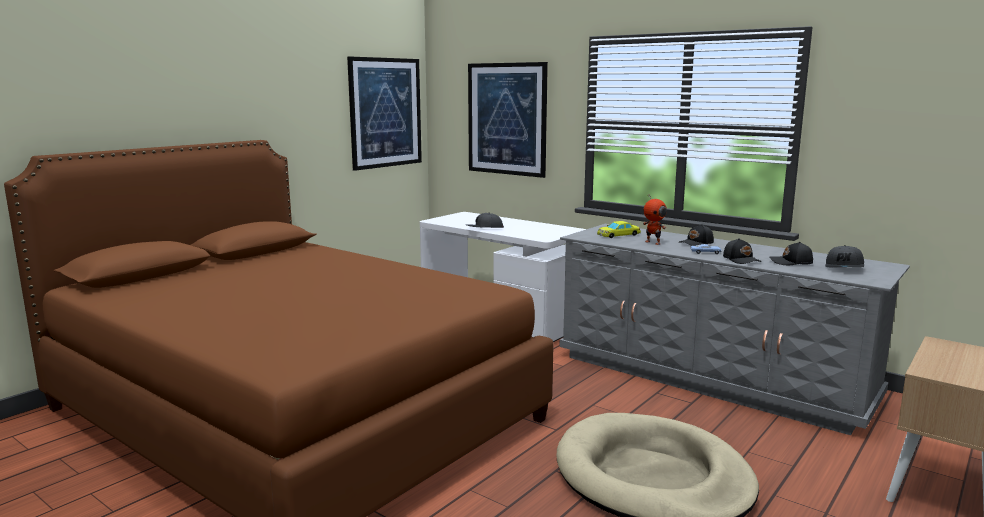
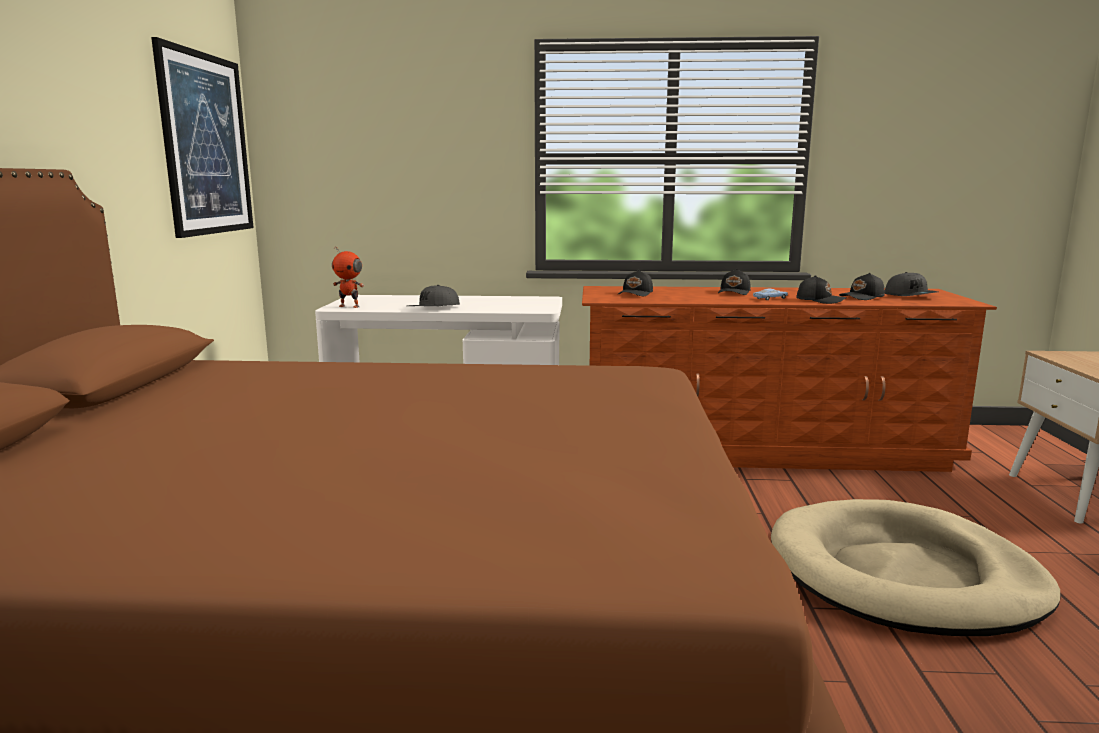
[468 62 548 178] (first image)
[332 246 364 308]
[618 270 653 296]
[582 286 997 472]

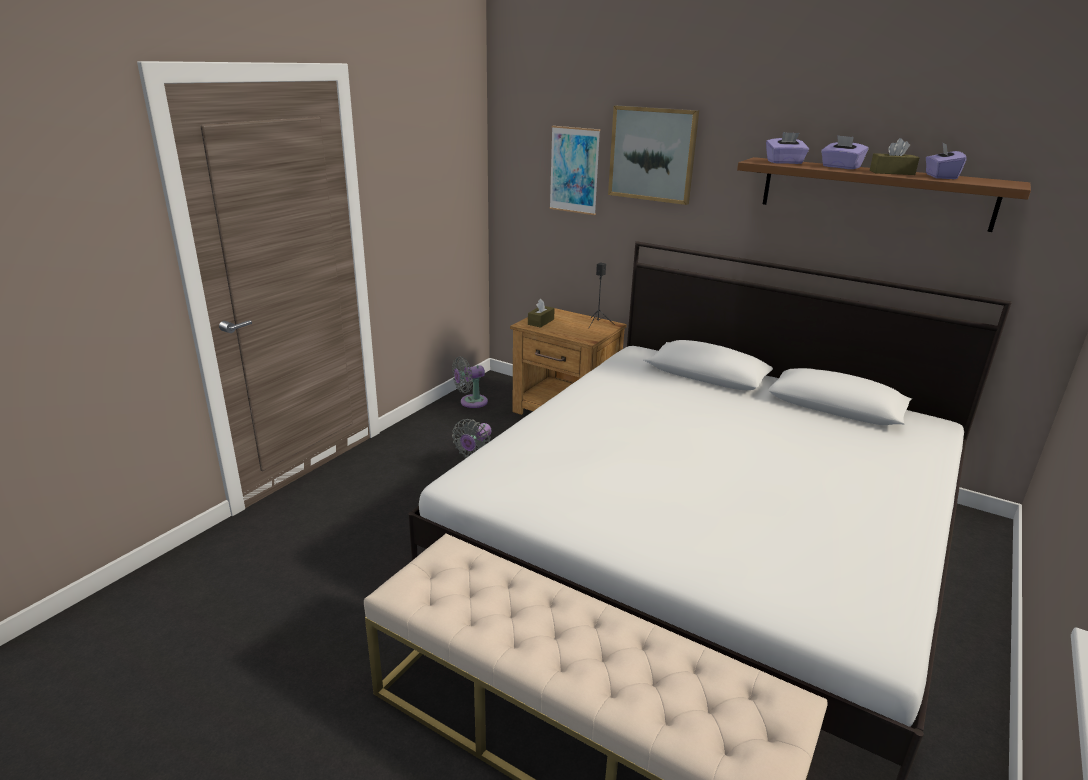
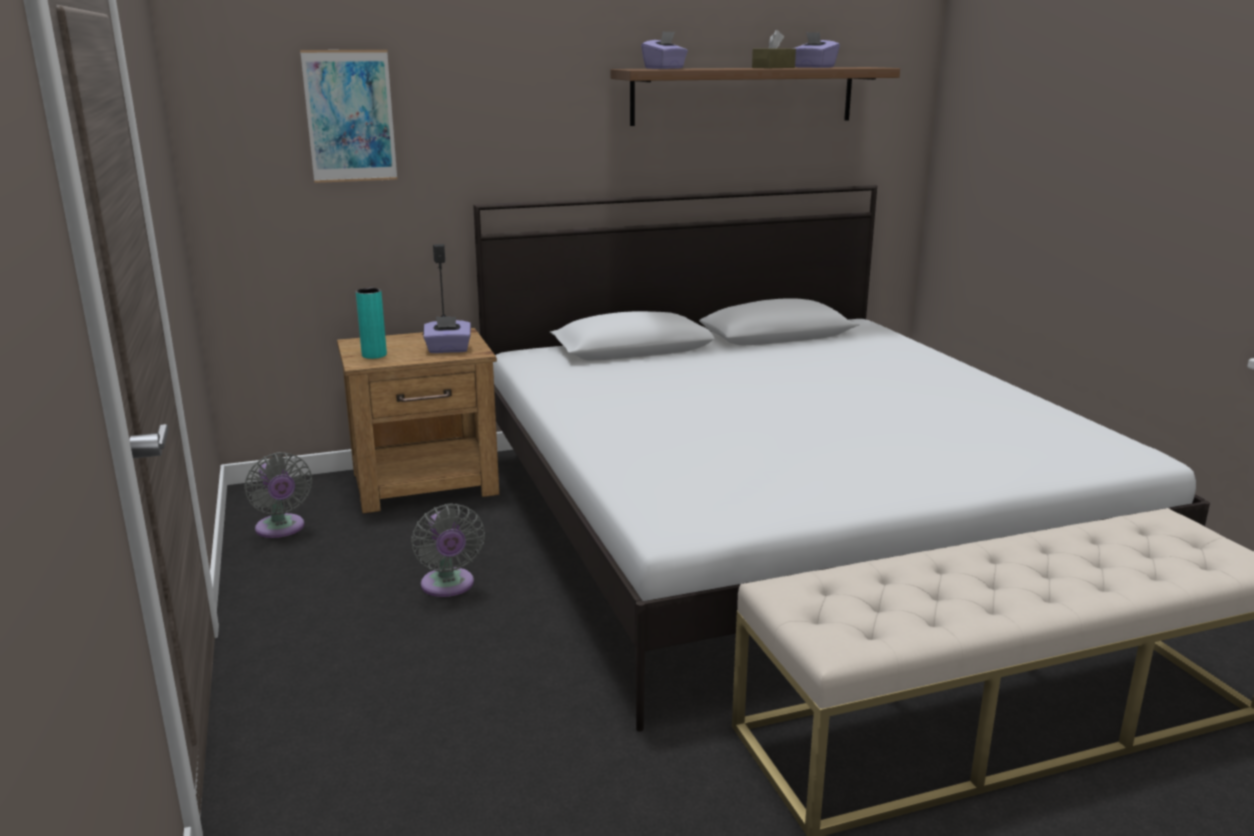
[608 105 699 205] (first image)
[424 316 471 353]
[356 288 387 359]
[244 452 313 538]

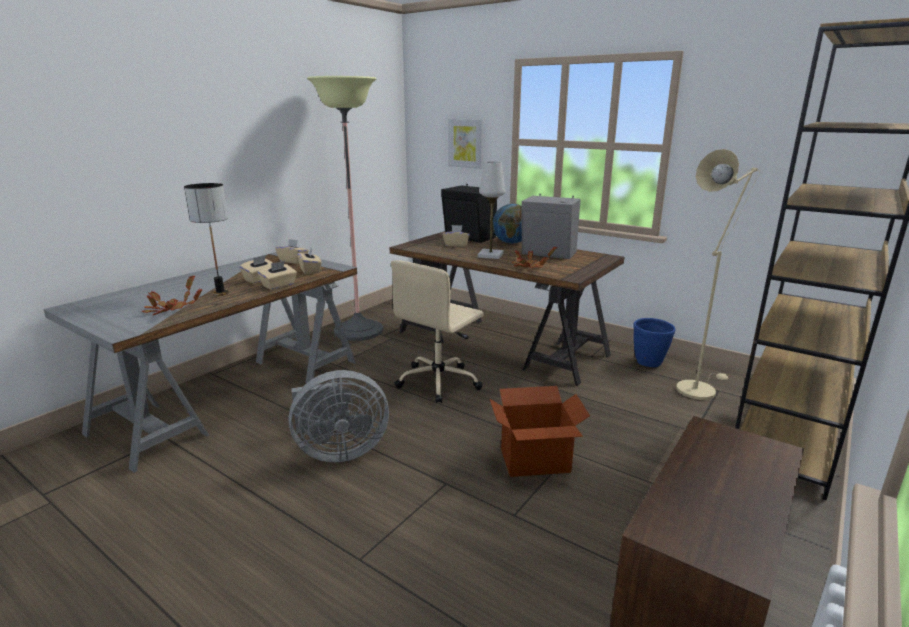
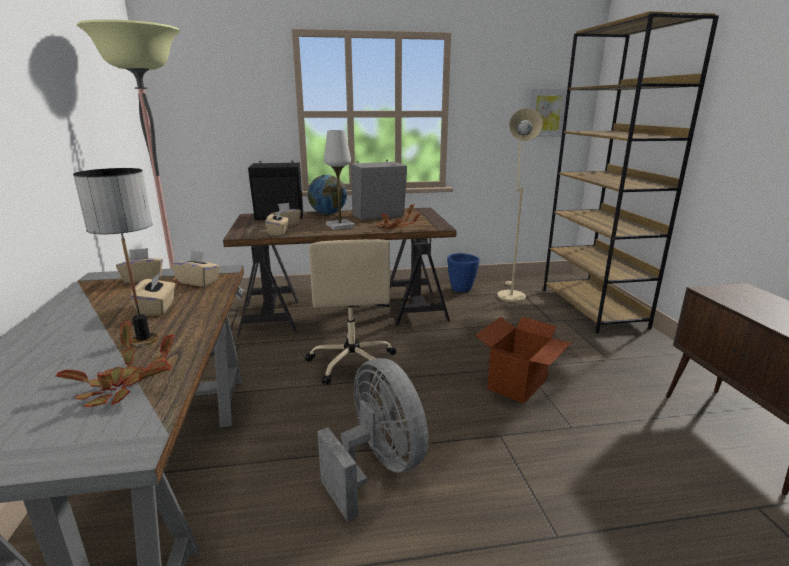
[265 210 289 235]
[529 89 567 137]
[317 358 428 522]

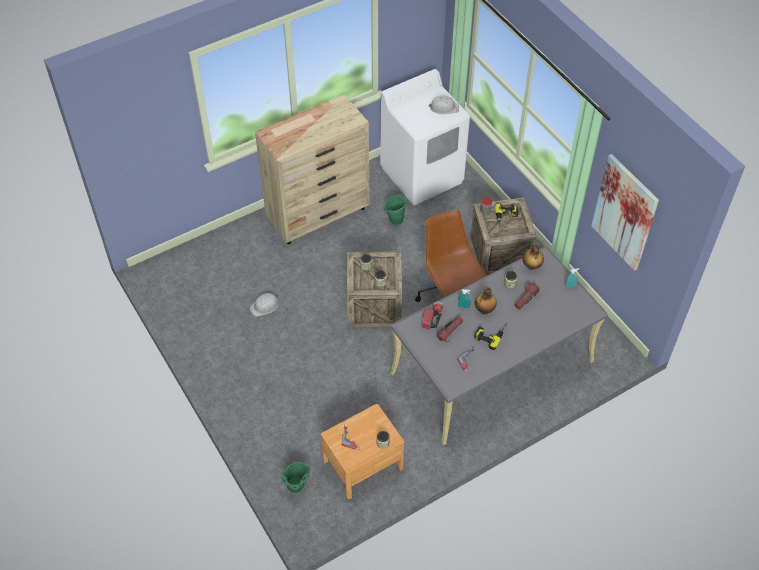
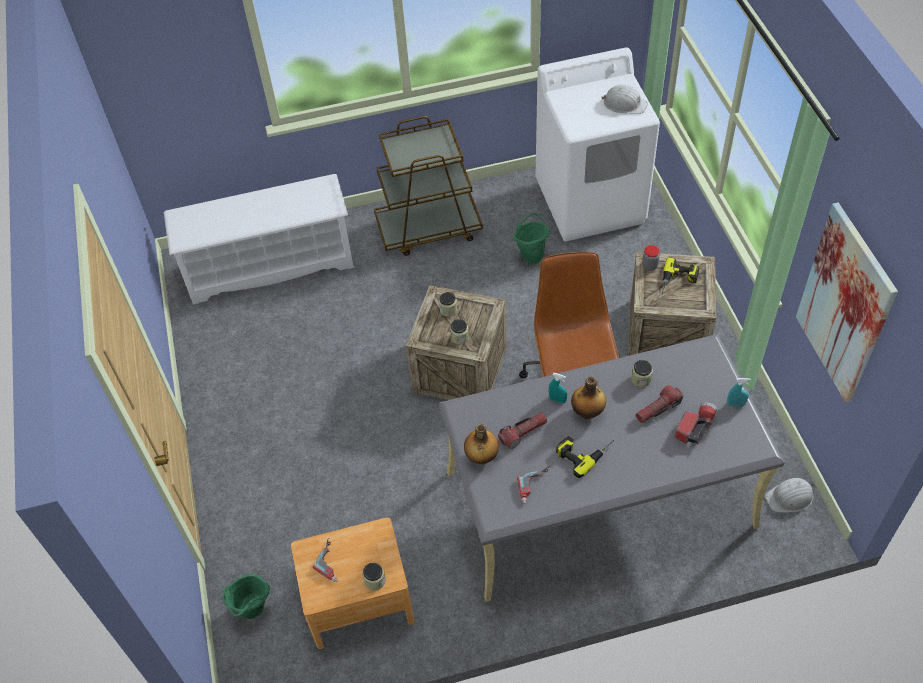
[164 174 354 304]
[765 478 814 513]
[674 402 717 444]
[464 424 499 464]
[374 116 483 256]

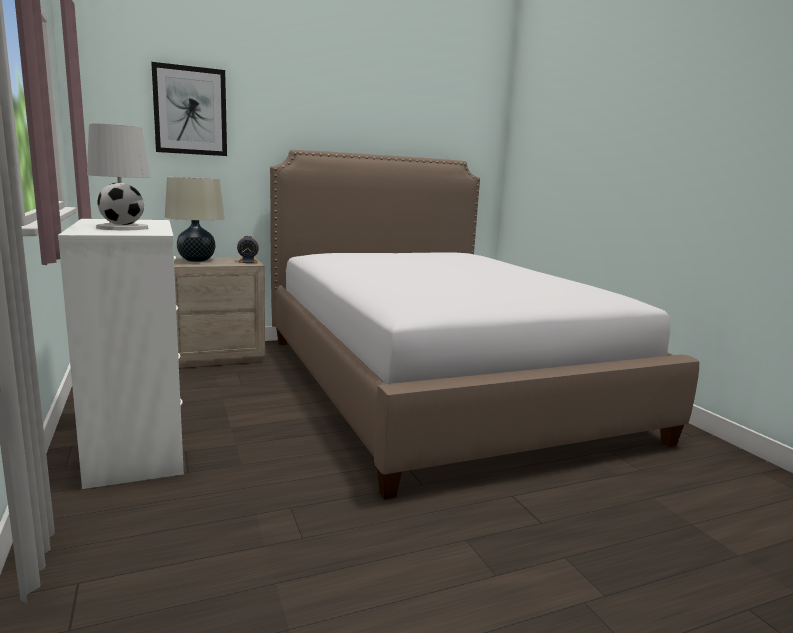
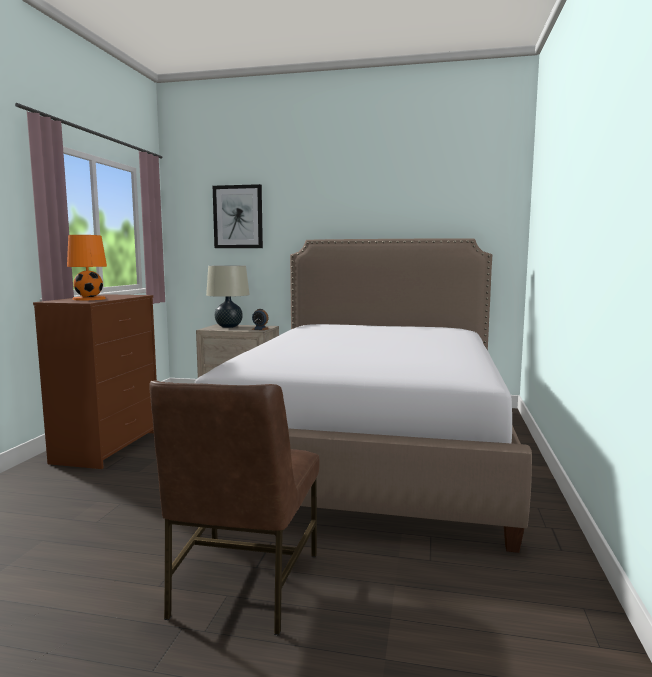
[149 380 320 636]
[33 294 157 469]
[67 235 107 300]

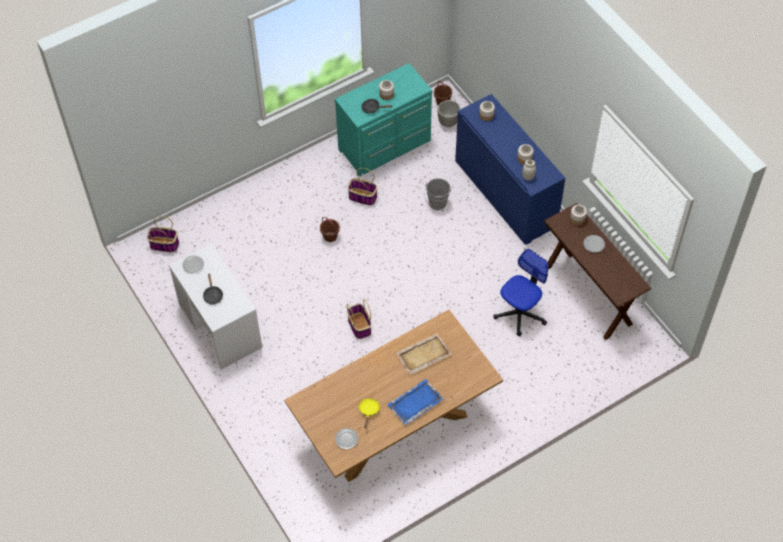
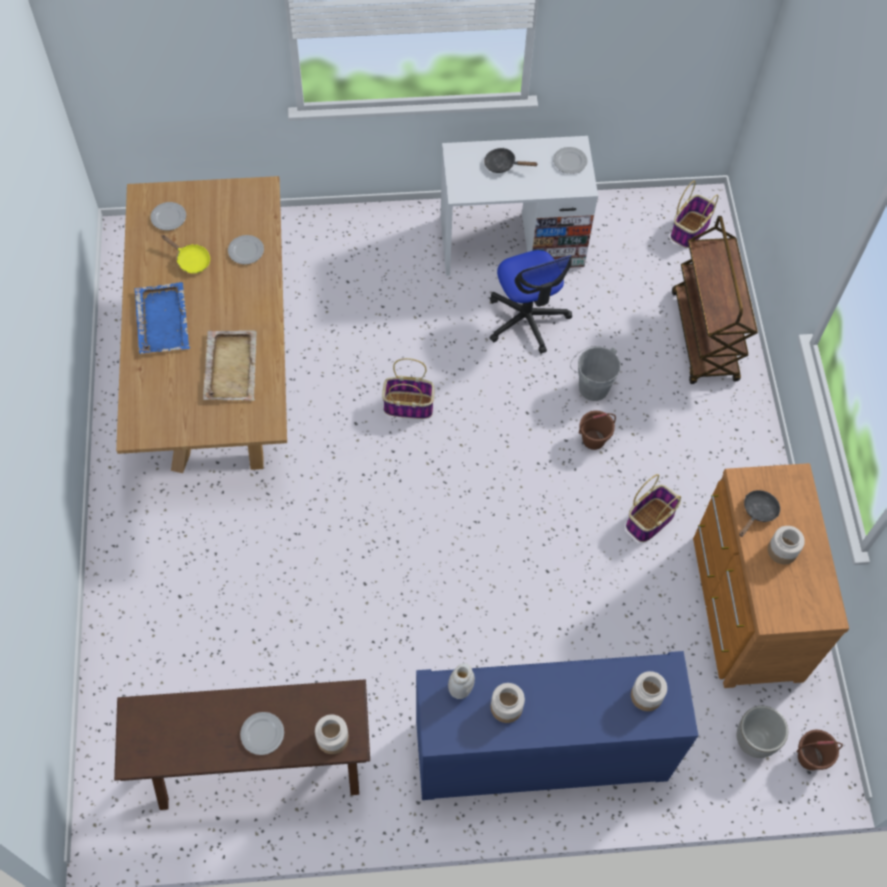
[228 235 264 264]
[672 216 758 384]
[570 346 621 401]
[490 250 572 354]
[693 463 849 688]

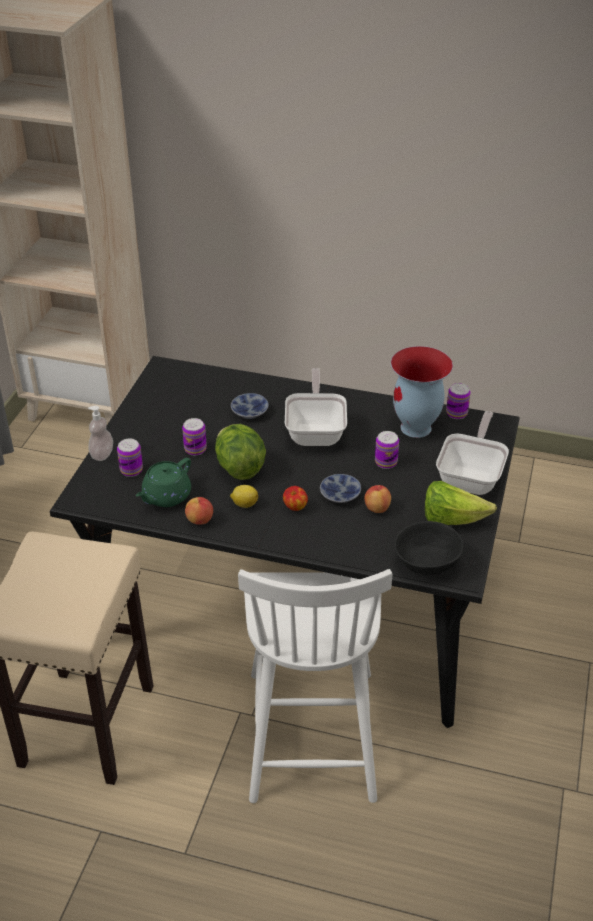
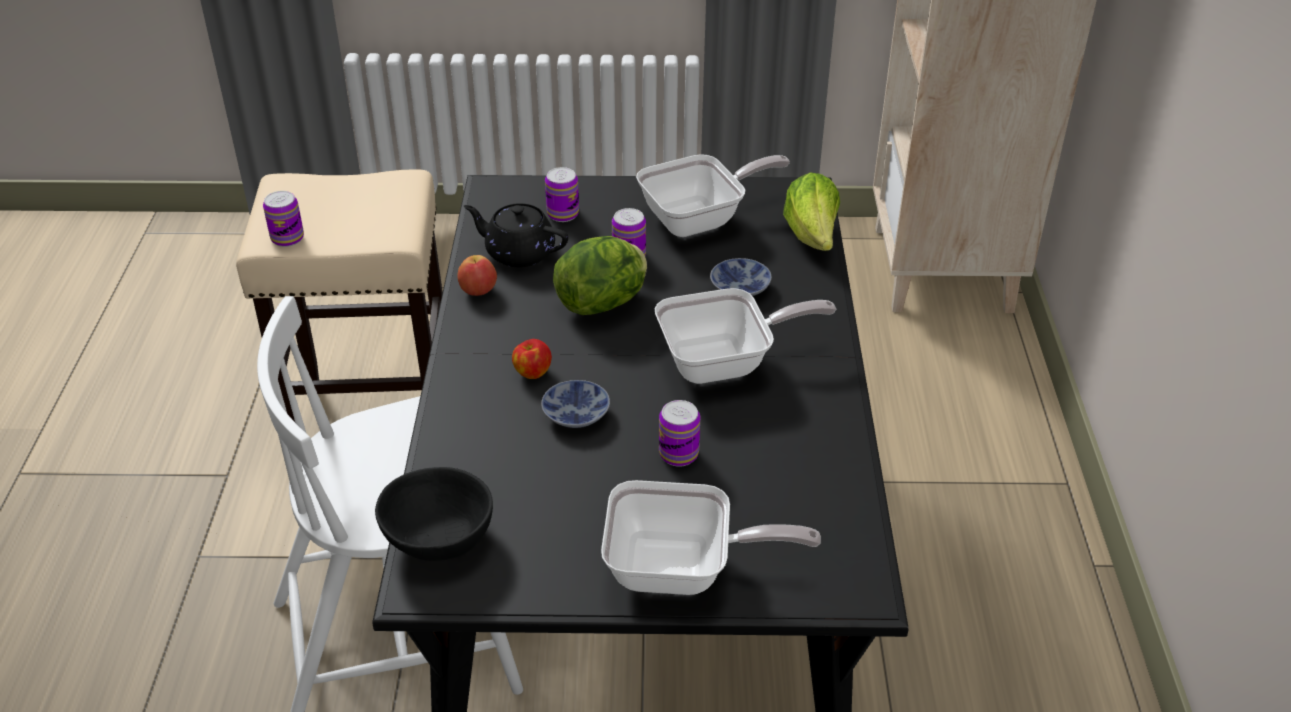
[88 406 113 461] (first image)
[230 485 258 508] (first image)
[364 485 391 513] (first image)
[391 346 453 438] (first image)
[636 154 790 237]
[783 172 840 251]
[263 191 304 247]
[463 203 568 267]

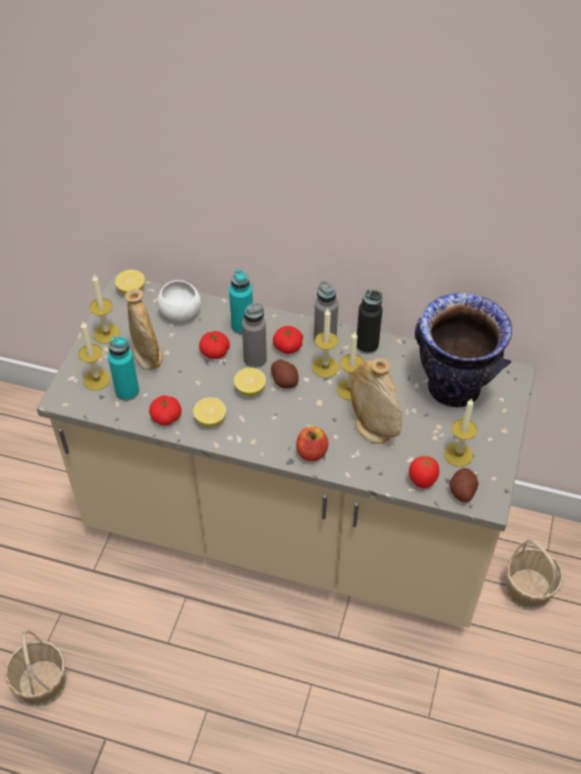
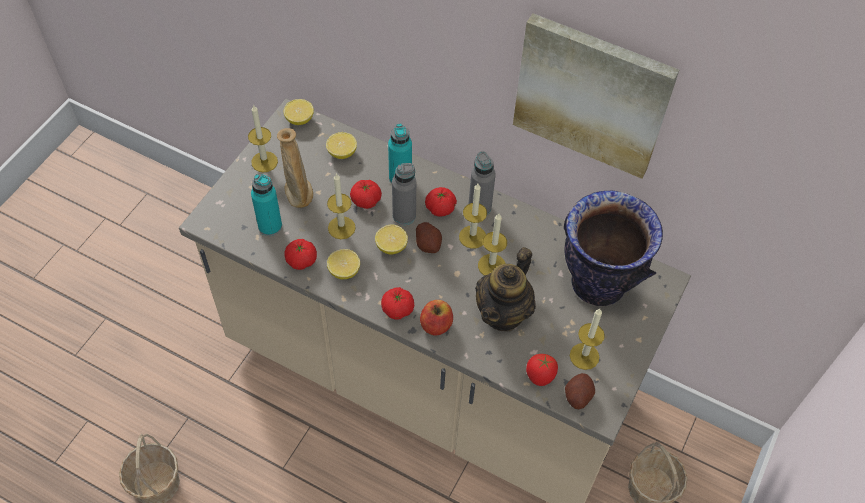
[357 290 383 354] (first image)
[381 287 414 320]
[513 13 679 179]
[327 173 356 239]
[326 132 357 159]
[475 247 536 332]

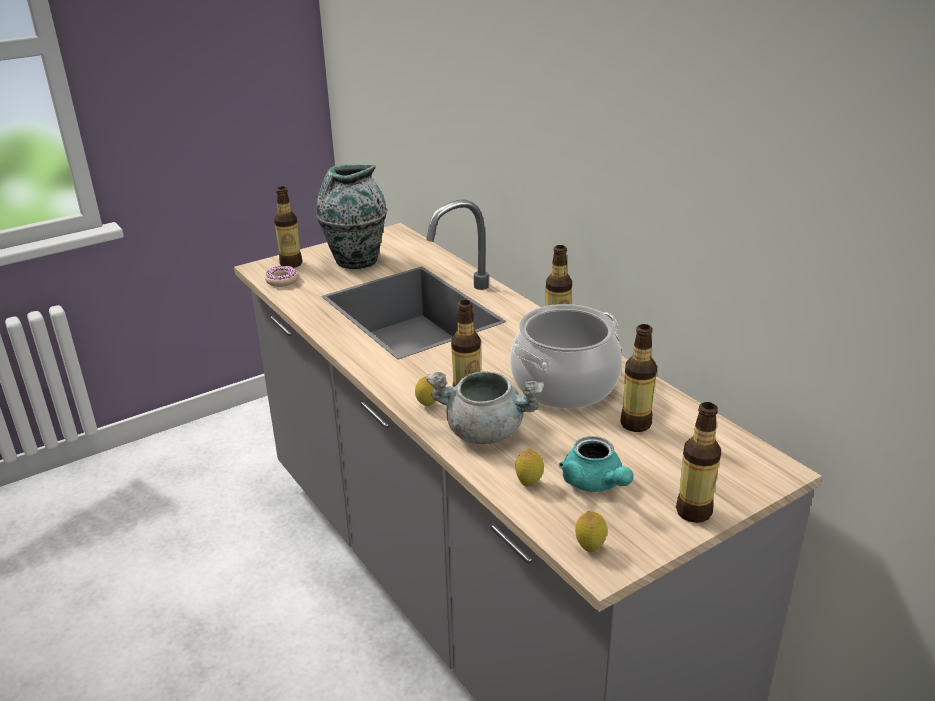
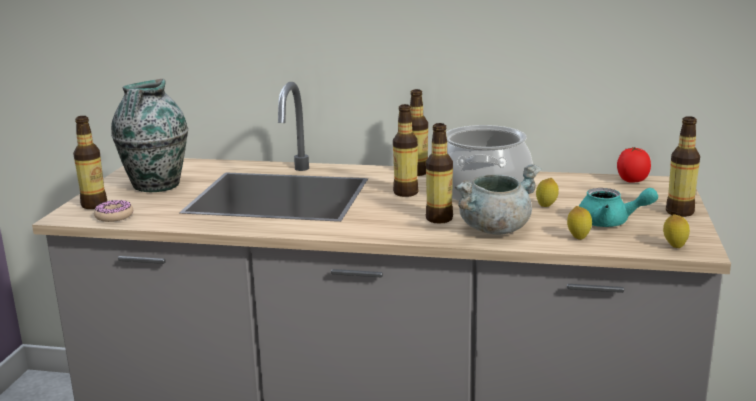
[617 147 651 183]
[536 178 559 207]
[393 104 418 197]

